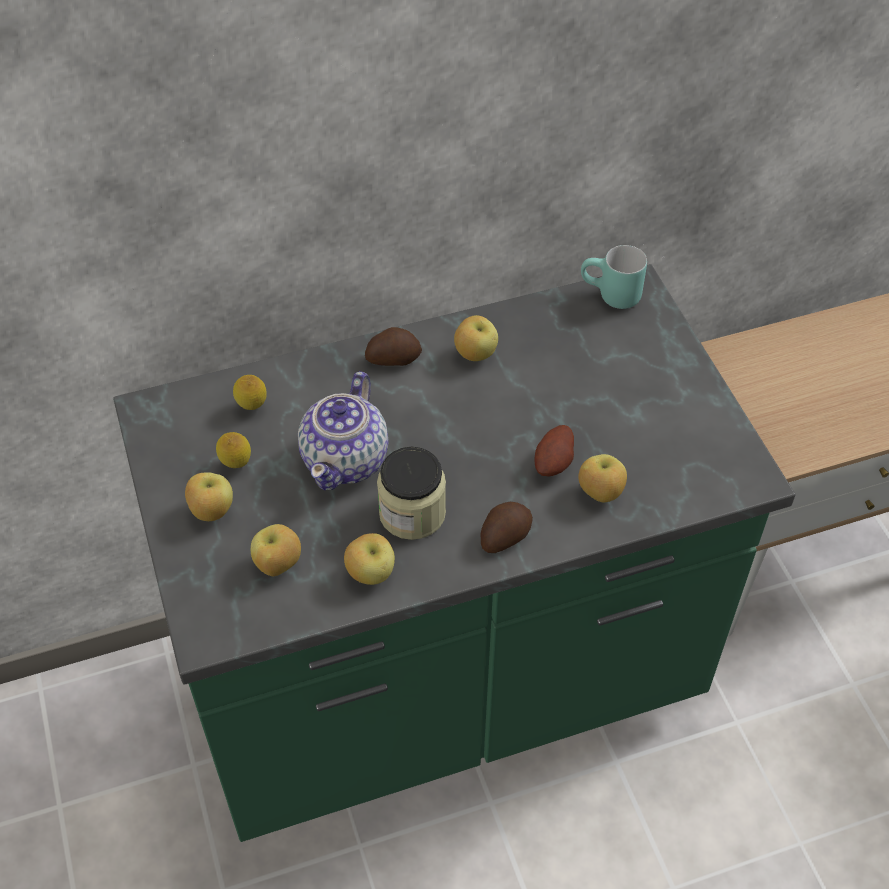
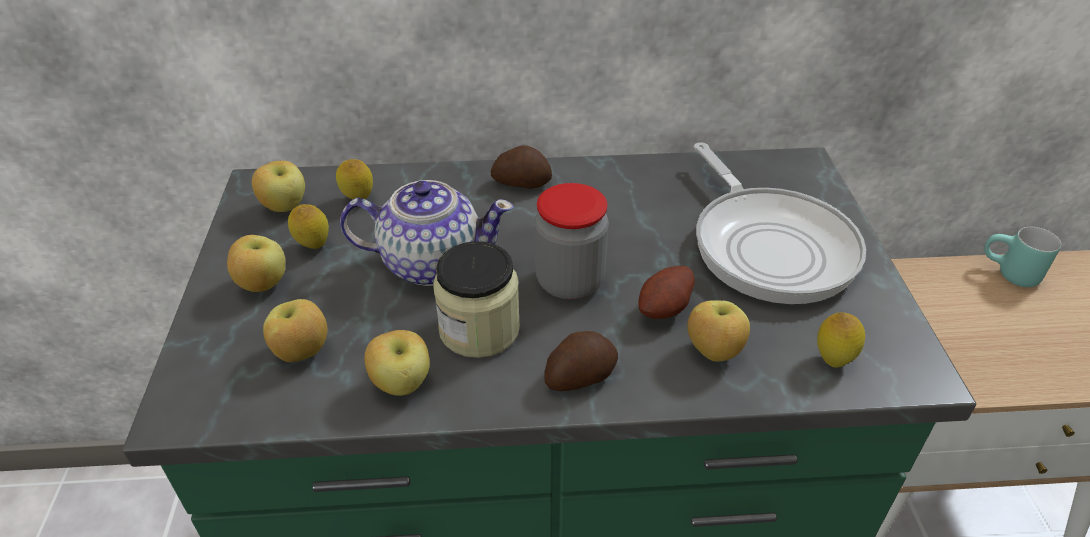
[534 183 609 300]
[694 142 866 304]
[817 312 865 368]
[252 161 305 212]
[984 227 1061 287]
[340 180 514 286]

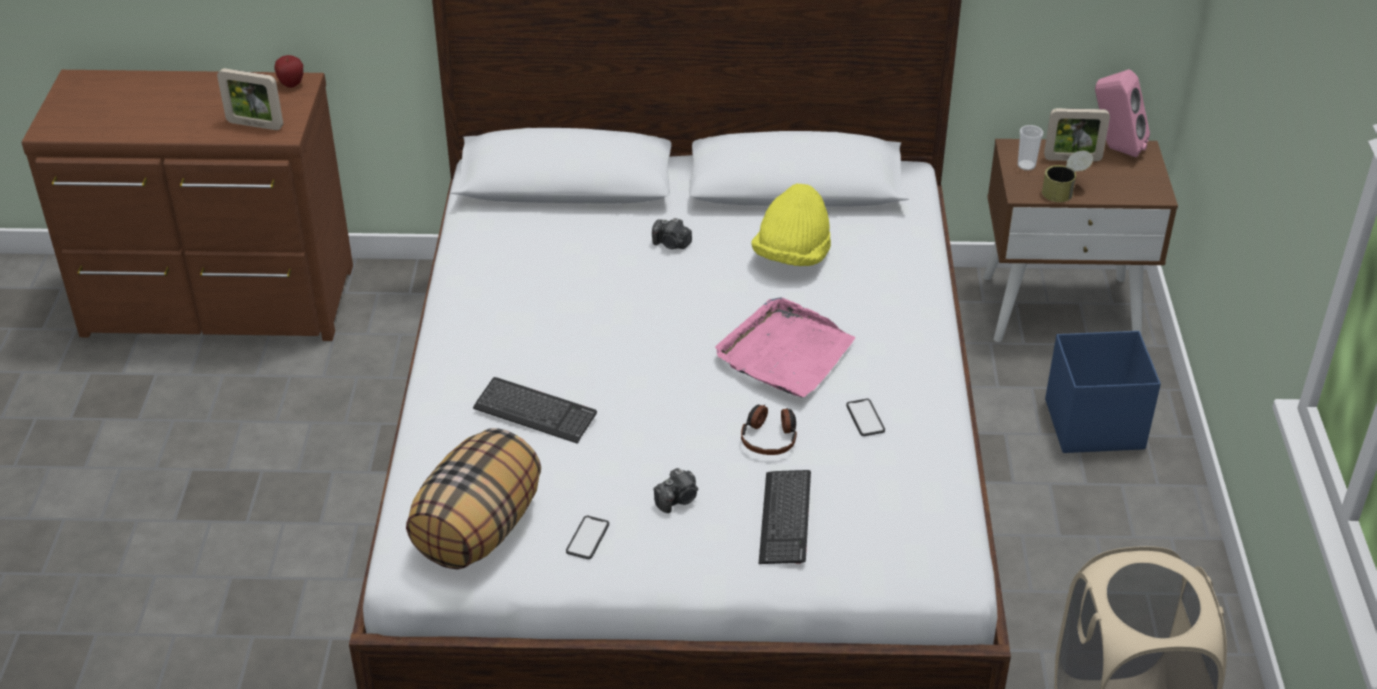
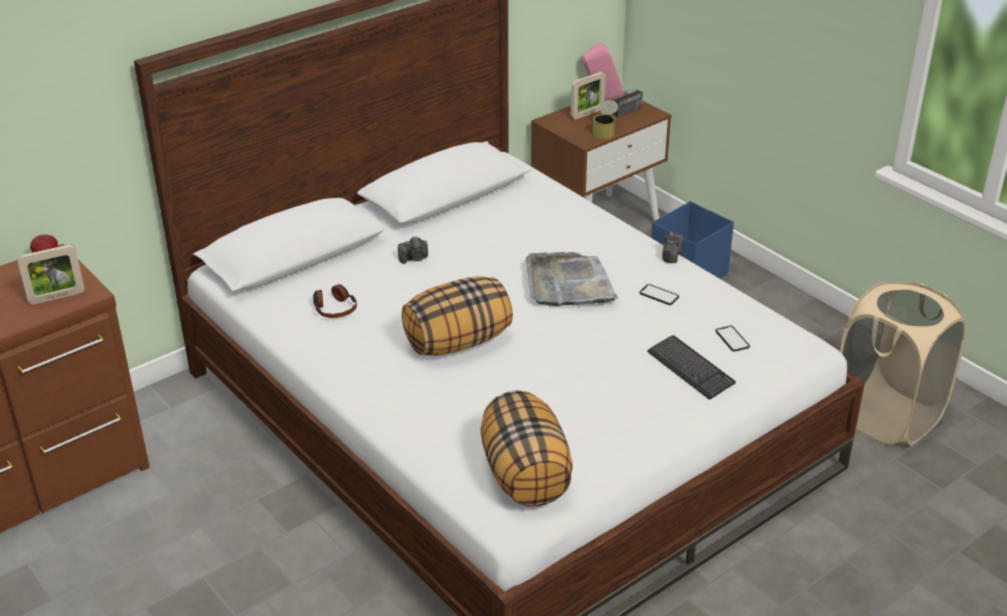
[473 377 597 444] (first image)
[751 184 831 266] (first image)
[1018 125 1043 171] (first image)
[402 276 513 356]
[601 89 643 117]
[715 326 750 352]
[662 232 684 263]
[313 284 357 318]
[526 252 619 306]

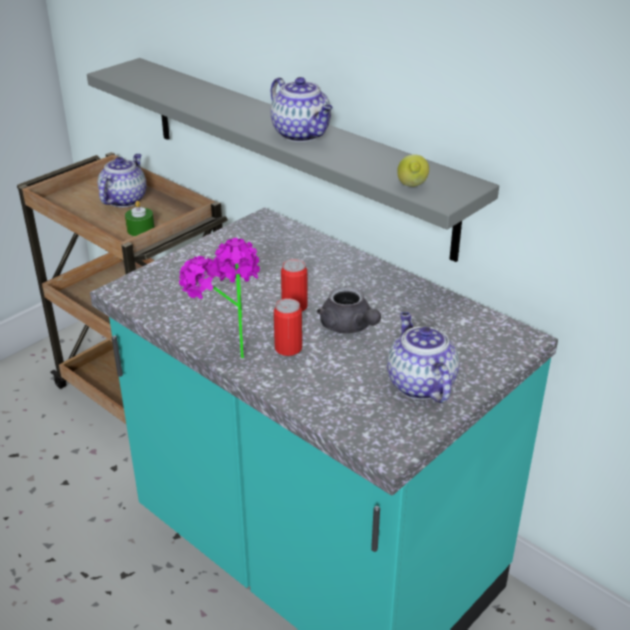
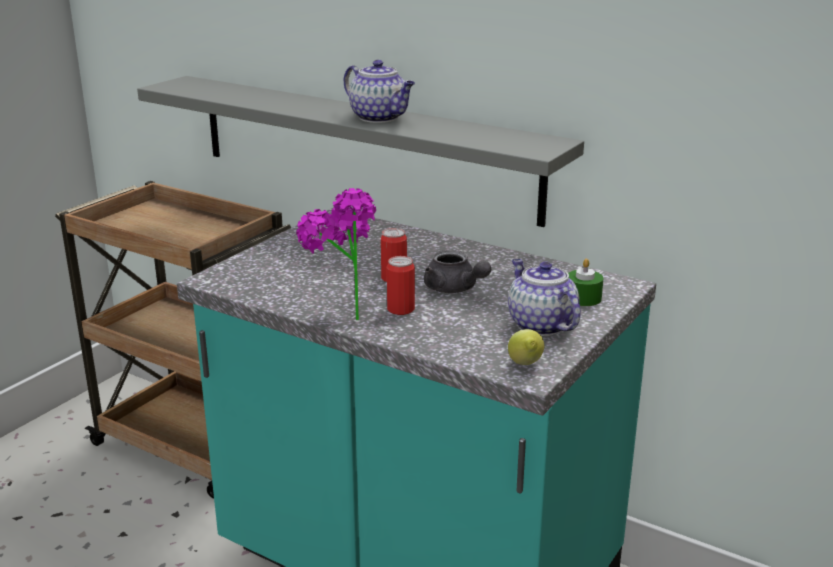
[98 154 147 207] (first image)
[568 259 604 306]
[508 329 544 365]

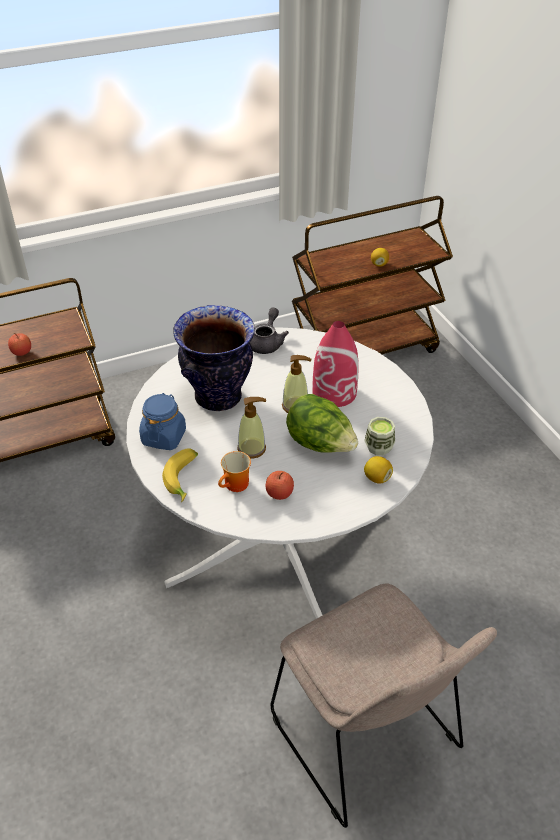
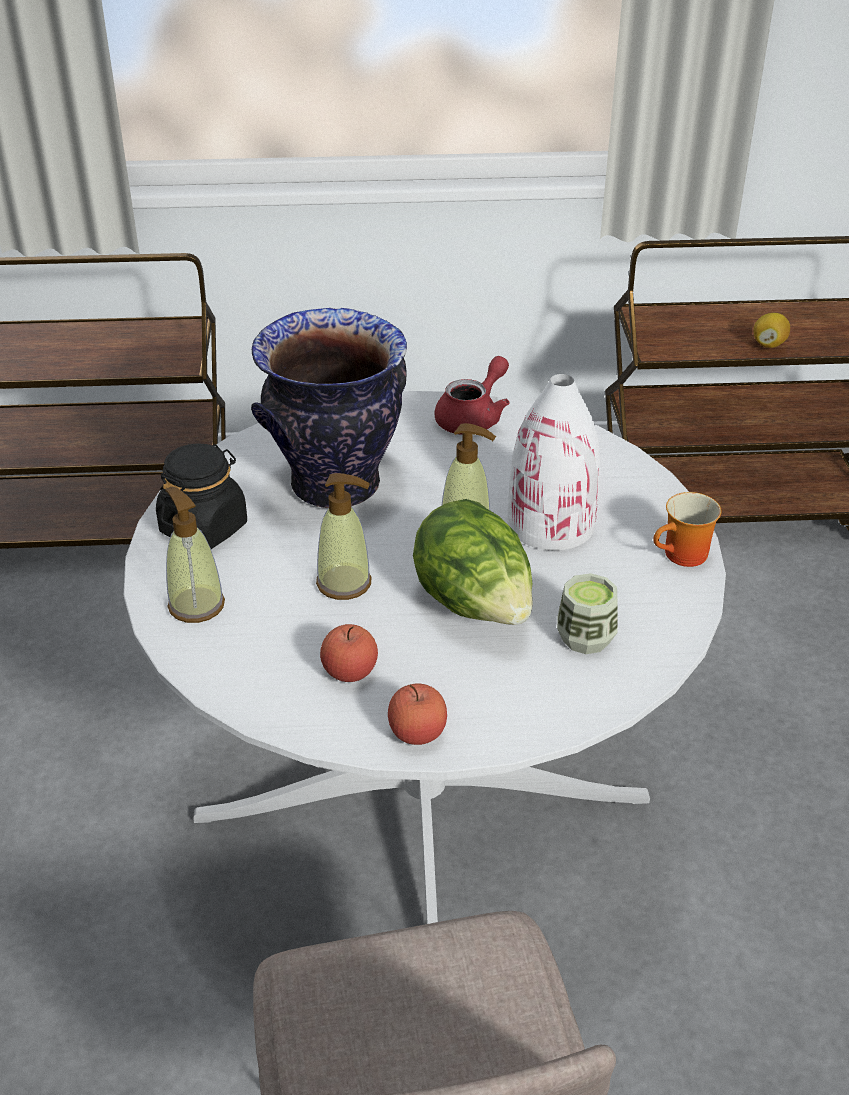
[364 456 393 484] (first image)
[388 684 447 745]
[653 492 721 567]
[165 487 225 623]
[156 443 247 549]
[434 356 510 435]
[508 374 600 550]

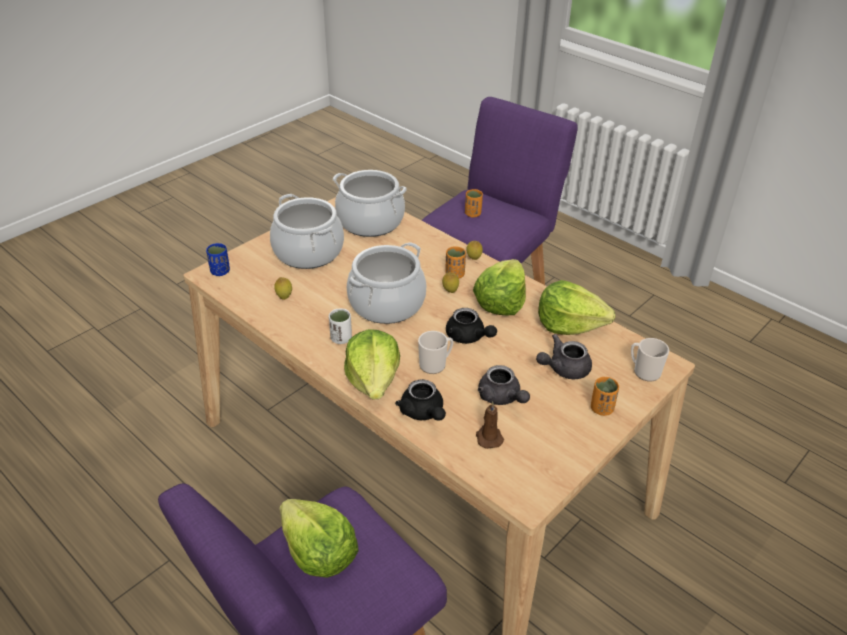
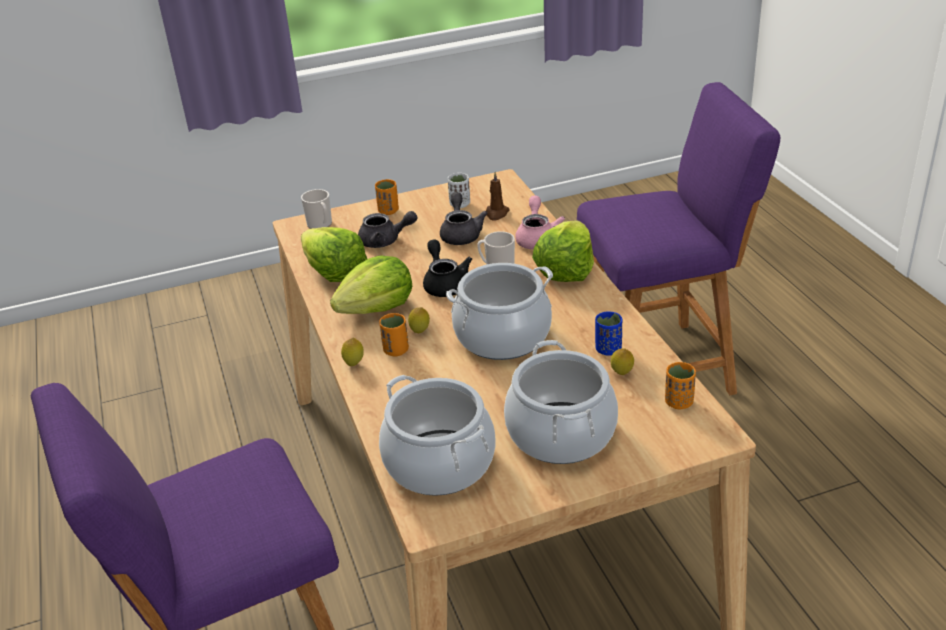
[280 499 359 578] (first image)
[595 311 622 356]
[448 173 470 208]
[665 362 696 409]
[515 195 565 250]

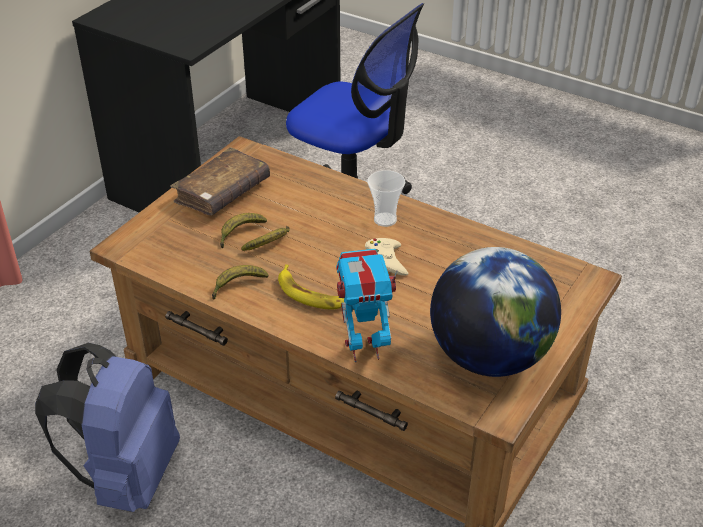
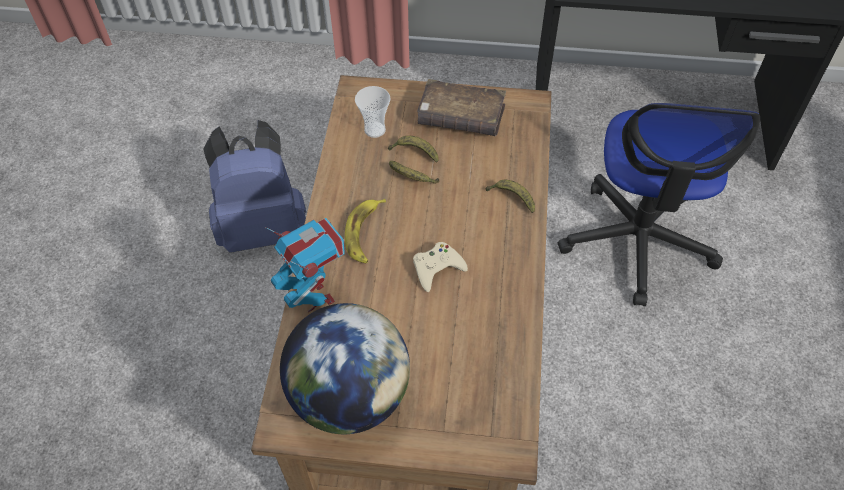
[485 180 535 213]
[355 86 391 138]

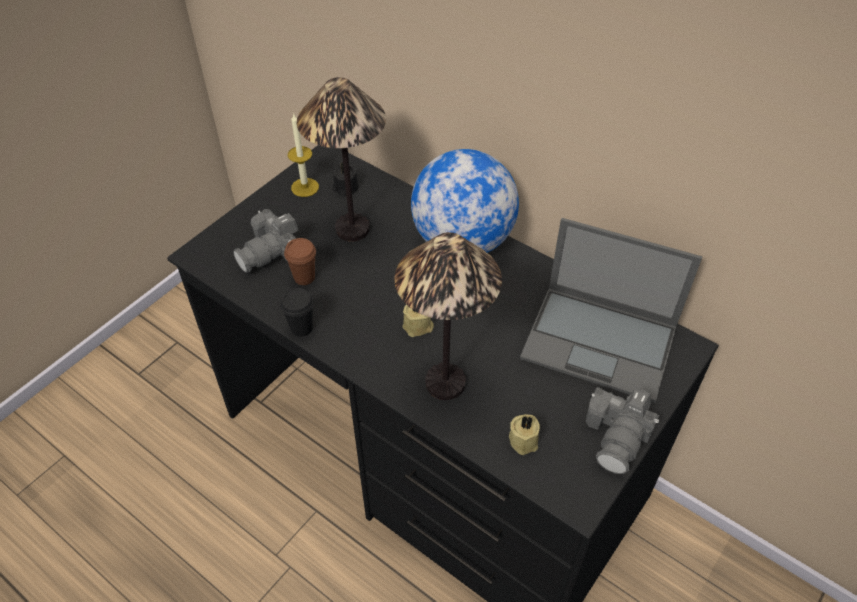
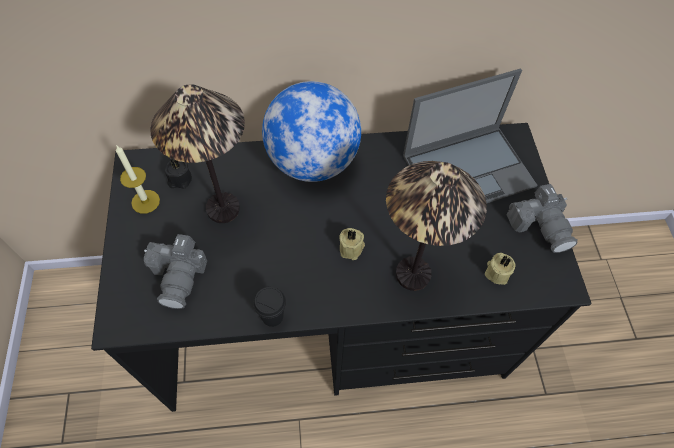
[284 238 316 285] (first image)

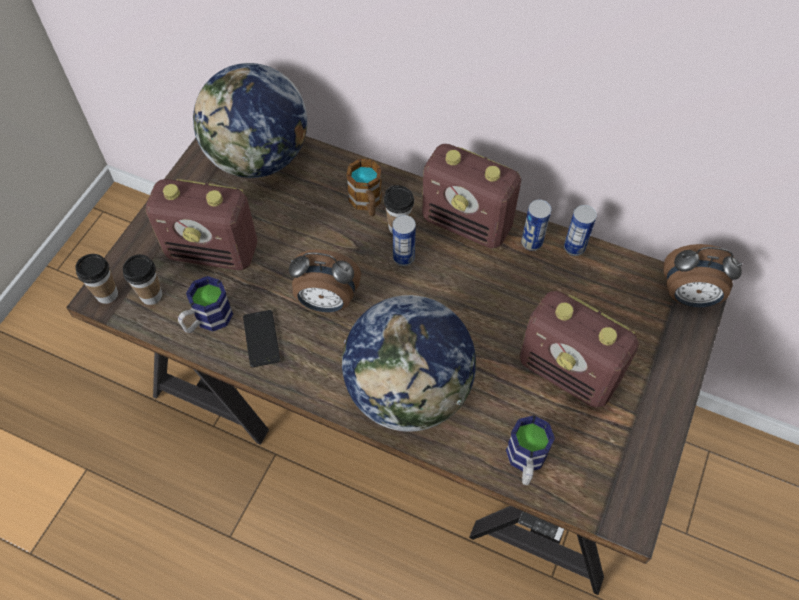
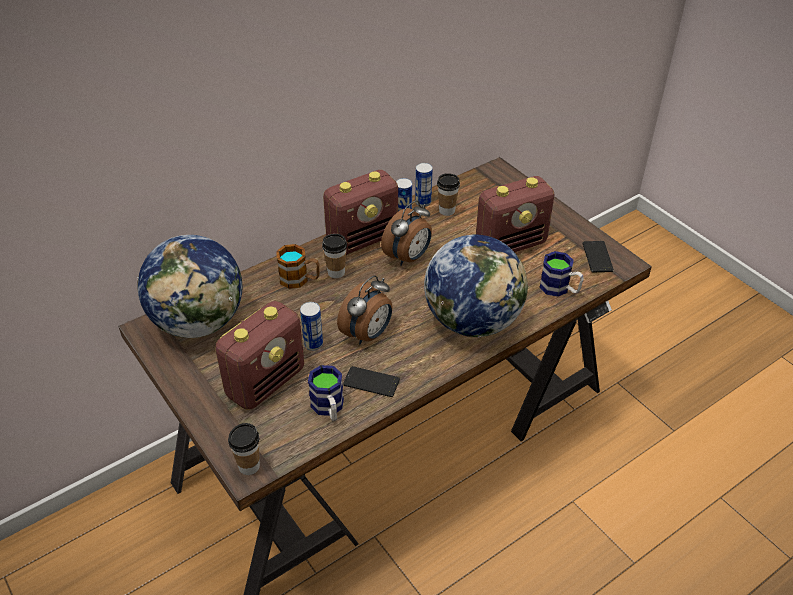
[582 241 614 273]
[437 173 460 216]
[300 302 323 351]
[381 200 432 266]

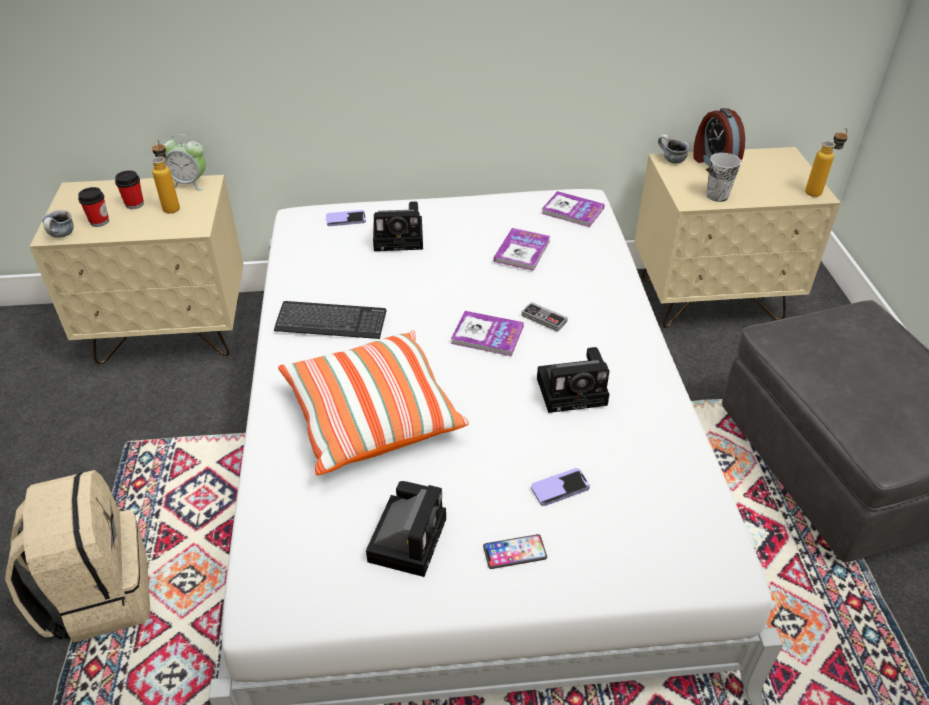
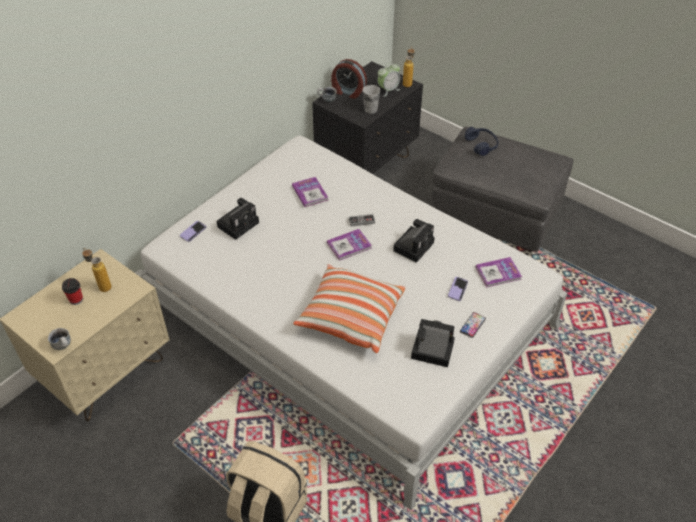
[78 187 109 227] (first image)
[274 301 386 339] (first image)
[465 127 498 156]
[378 62 400 97]
[475 257 522 287]
[312 61 423 174]
[411 319 455 367]

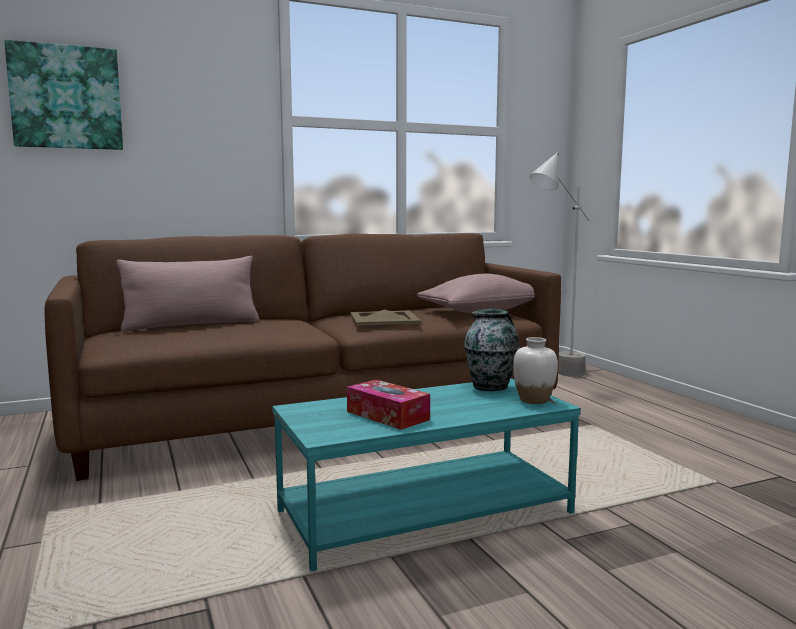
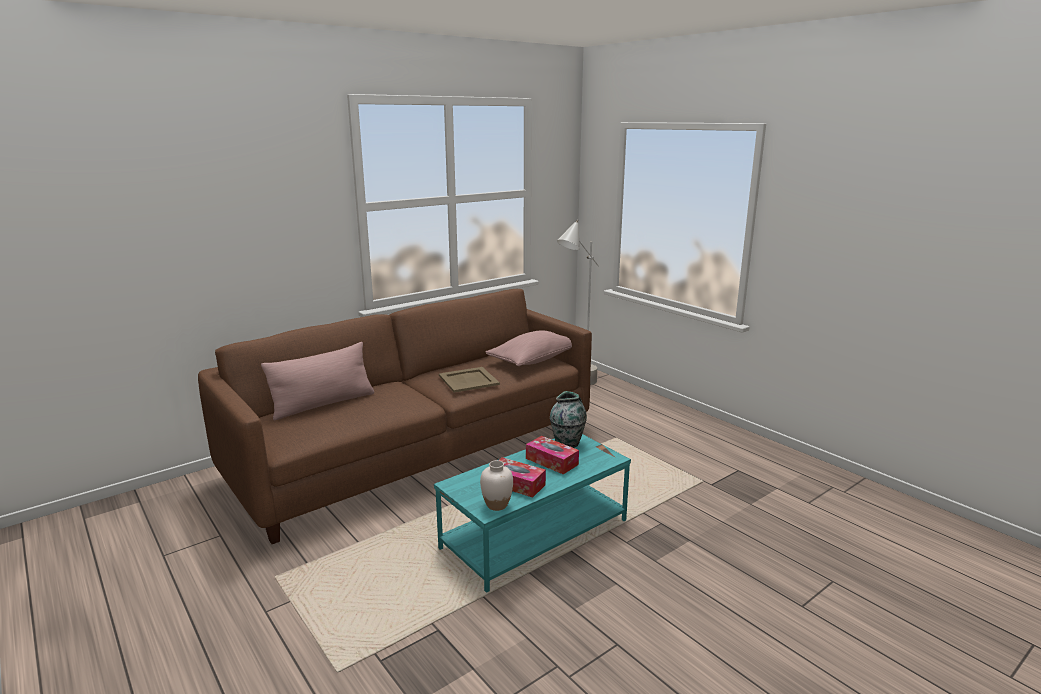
[4 40 123 150] (first image)
[526 436 579 474]
[480 460 513 511]

